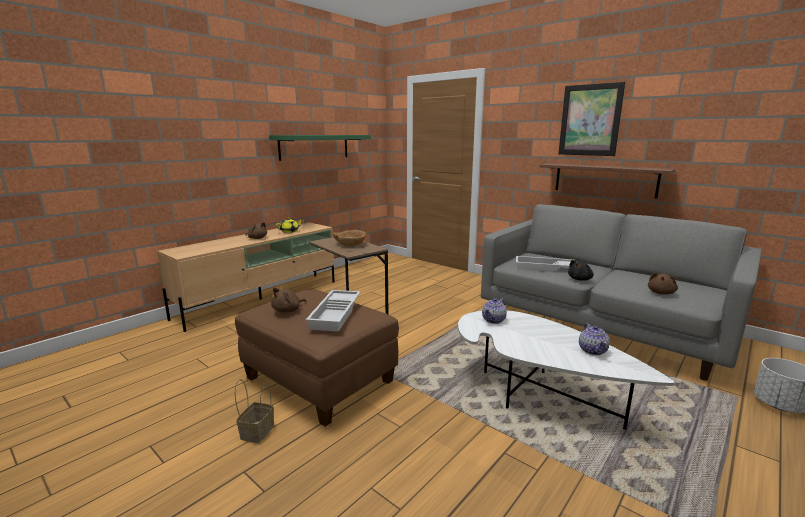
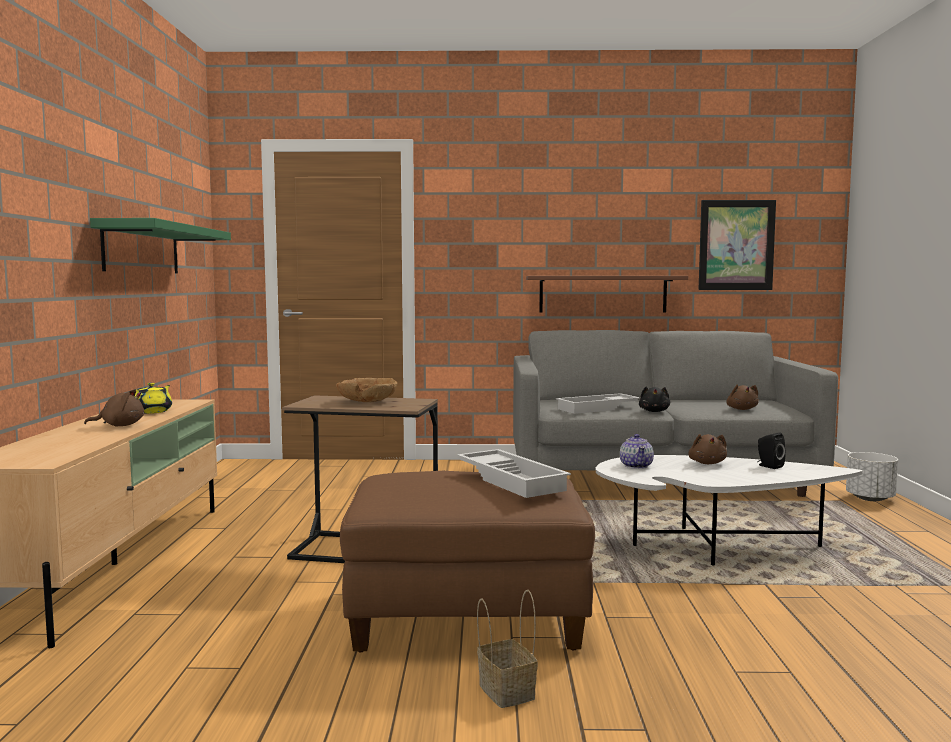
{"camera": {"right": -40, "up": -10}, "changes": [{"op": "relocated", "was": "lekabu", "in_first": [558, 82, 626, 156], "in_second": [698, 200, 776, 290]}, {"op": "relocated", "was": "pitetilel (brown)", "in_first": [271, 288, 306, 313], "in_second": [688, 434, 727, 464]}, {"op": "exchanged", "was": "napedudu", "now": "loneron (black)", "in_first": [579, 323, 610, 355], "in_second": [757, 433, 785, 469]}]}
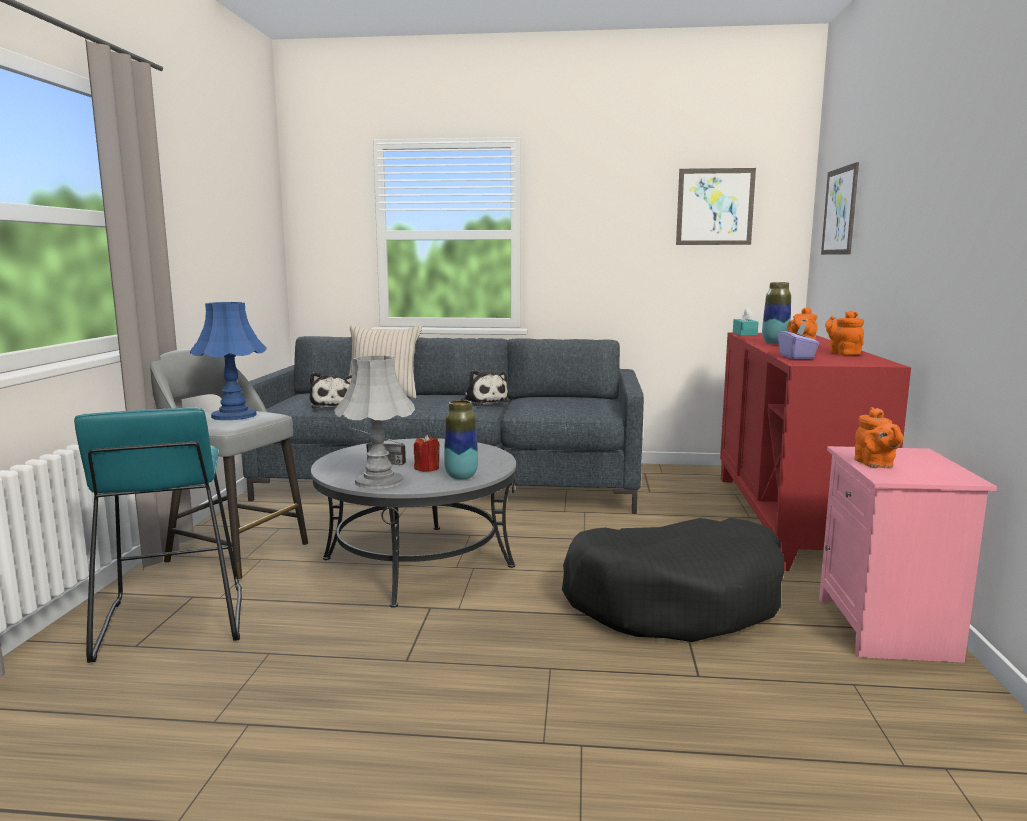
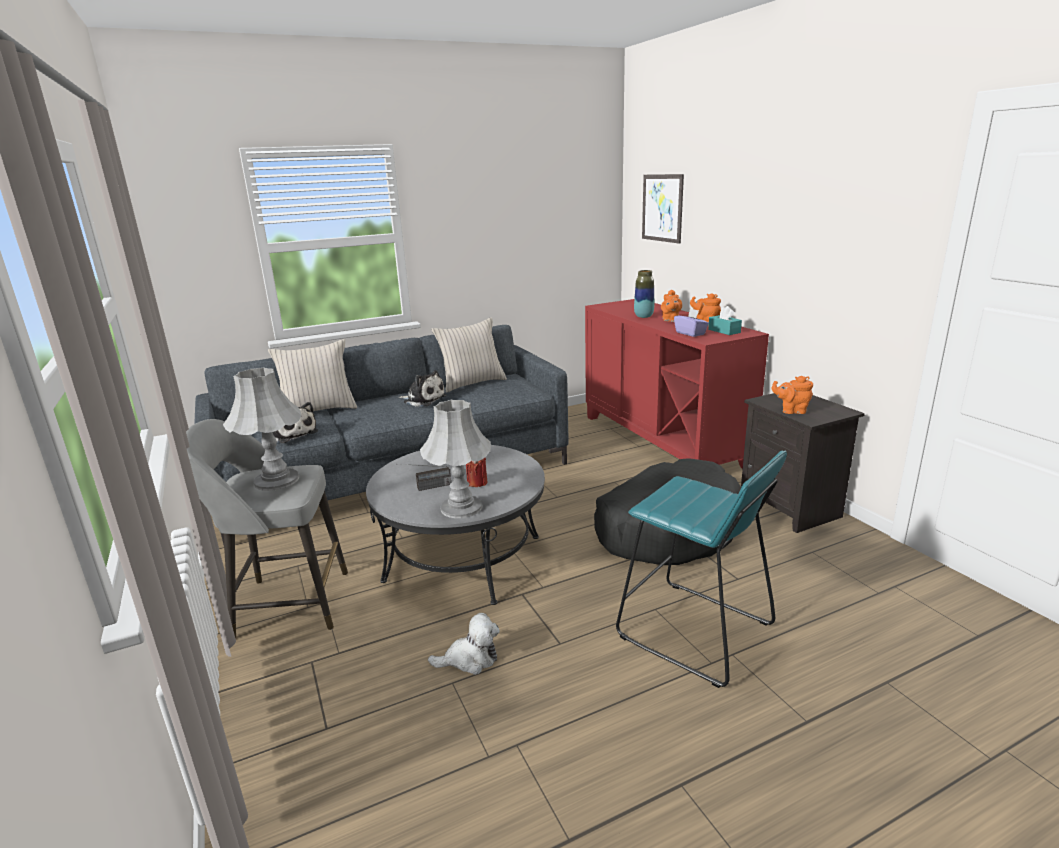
{"camera": {"right": -30, "up": 10}, "changes": [{"op": "missing", "was": "lekabu", "in_first": [676, 168, 756, 245]}, {"op": "colour", "was": "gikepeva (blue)", "now": "gikepeva (grey)", "in_first": [190, 302, 267, 420], "in_second": [223, 367, 302, 491]}, {"op": "relocated", "was": "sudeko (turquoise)", "in_first": [733, 307, 759, 336], "in_second": [708, 306, 742, 335]}, {"op": "missing", "was": "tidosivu", "in_first": [444, 400, 478, 480]}, {"op": "relocated", "was": "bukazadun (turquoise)", "in_first": [74, 407, 242, 663], "in_second": [616, 451, 787, 688]}, {"op": "spun", "was": "napedudu (orange)", "in_first": [854, 407, 903, 469], "in_second": [772, 376, 813, 414], "clockwise": 135}, {"op": "colour", "was": "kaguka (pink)", "now": "kaguka (black)", "in_first": [819, 446, 997, 663], "in_second": [741, 393, 865, 533]}, {"op": "appeared", "now": "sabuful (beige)", "in_second": [431, 317, 507, 393]}, {"op": "appeared", "now": "pitetilel", "in_second": [428, 613, 500, 675]}]}
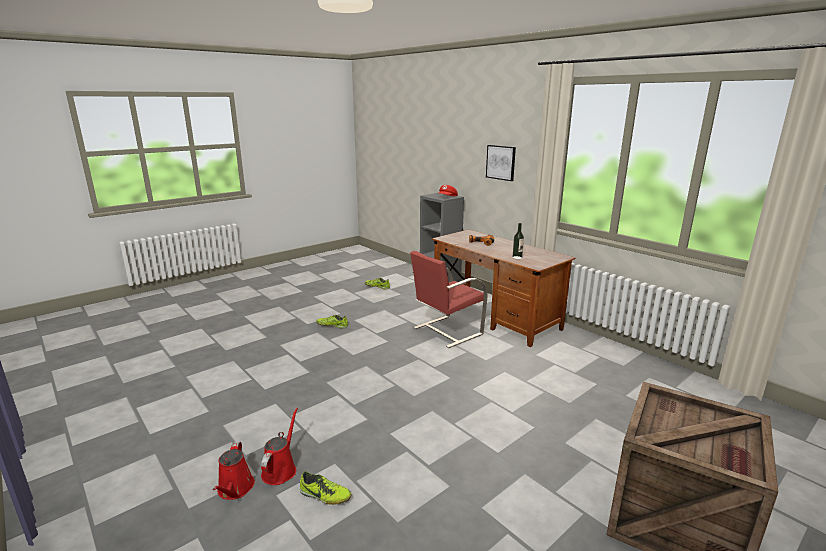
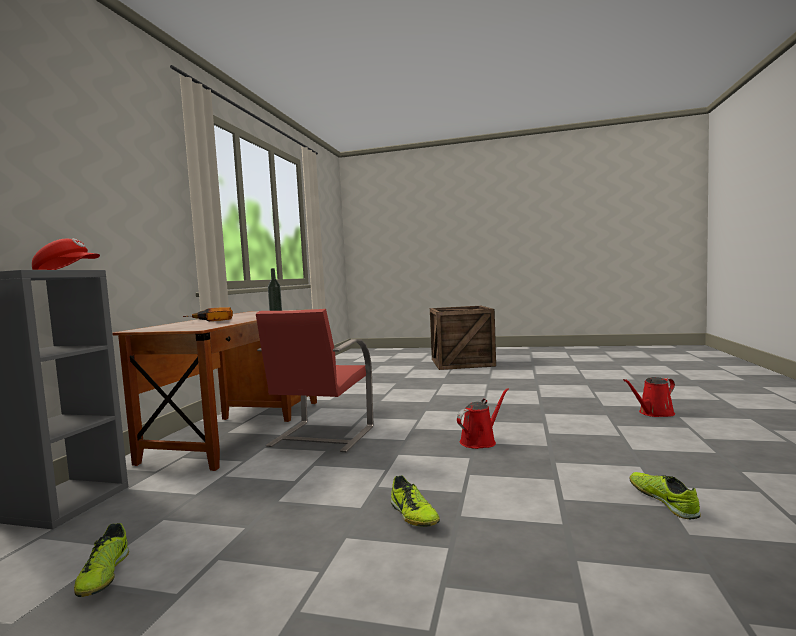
{"camera": {"right": -125, "up": -15}, "changes": [{"op": "missing", "was": "lekabu", "in_first": [486, 145, 516, 181]}, {"op": "spun", "was": "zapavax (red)", "in_first": [410, 251, 488, 348], "in_second": [256, 309, 373, 452], "clockwise": 90}, {"op": "relocated", "was": "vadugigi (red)", "in_first": [213, 442, 255, 500], "in_second": [457, 388, 509, 449]}, {"op": "relocated", "was": "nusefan", "in_first": [300, 471, 351, 505], "in_second": [630, 472, 701, 519]}]}
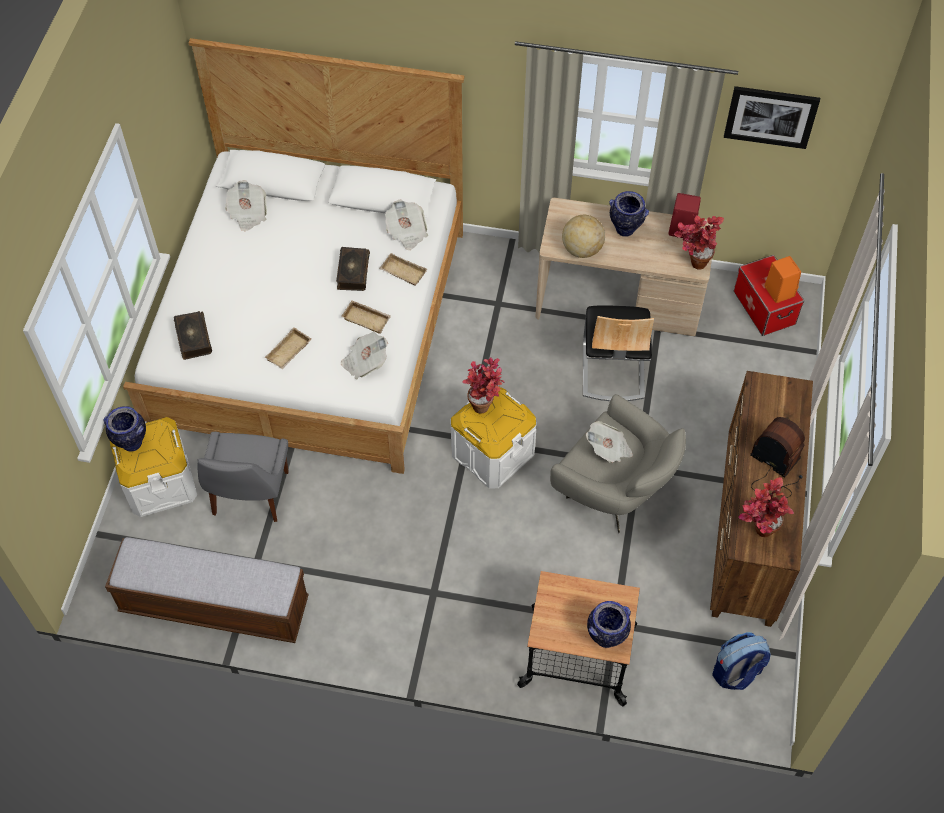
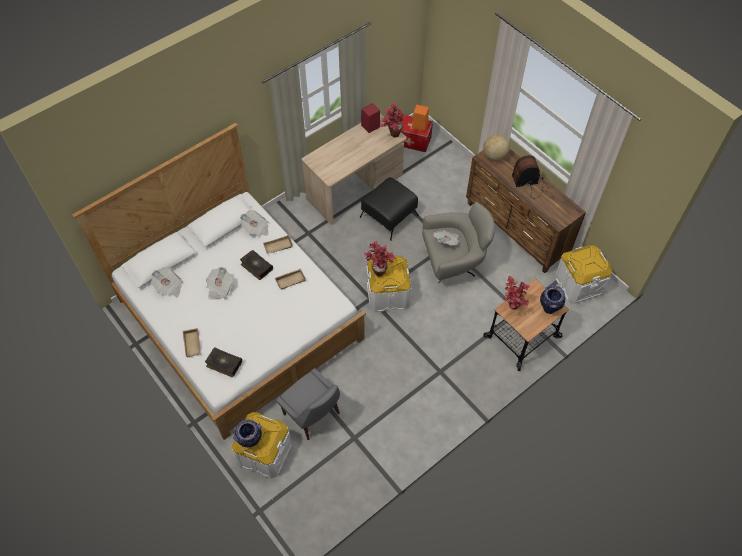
{"camera": {"right": -50, "up": 0}, "changes": [{"op": "missing", "was": "lekabu", "in_first": [724, 86, 820, 149]}, {"op": "missing", "was": "tidosivu", "in_first": [609, 191, 649, 237]}, {"op": "relocated", "was": "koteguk", "in_first": [562, 215, 605, 258], "in_second": [483, 134, 510, 161]}, {"op": "exchanged", "was": "zapavax", "now": "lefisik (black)", "in_first": [583, 305, 654, 401], "in_second": [360, 177, 419, 241]}, {"op": "relocated", "was": "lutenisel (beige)", "in_first": [265, 327, 311, 369], "in_second": [182, 328, 201, 358]}, {"op": "relocated", "was": "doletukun", "in_first": [341, 332, 388, 380], "in_second": [206, 267, 234, 300]}, {"op": "relocated", "was": "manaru", "in_first": [739, 477, 794, 537], "in_second": [503, 276, 530, 310]}, {"op": "missing", "was": "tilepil", "in_first": [105, 537, 309, 643]}, {"op": "exchanged", "was": "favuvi", "now": "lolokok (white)", "in_first": [712, 632, 771, 690], "in_second": [555, 244, 612, 304]}]}
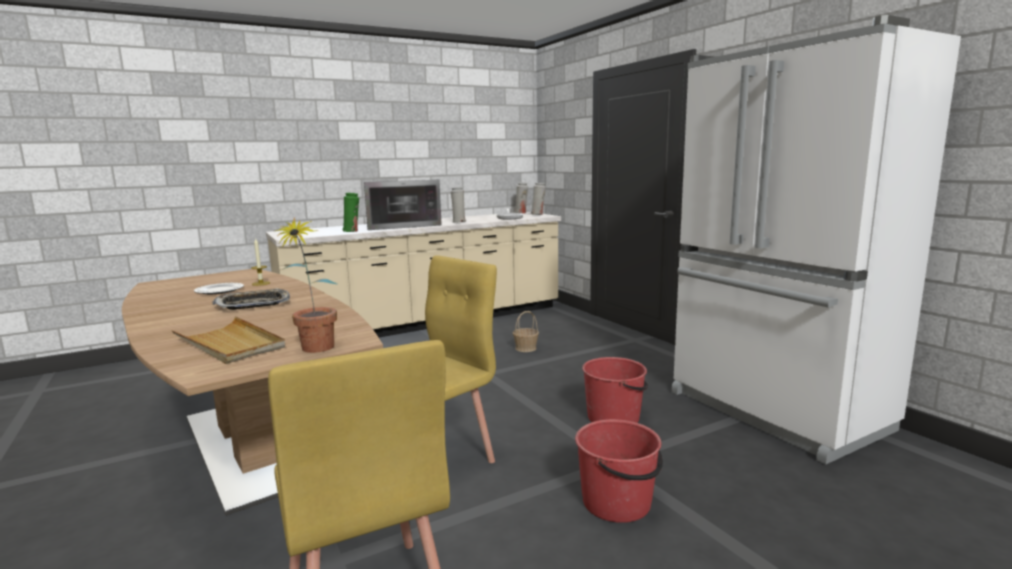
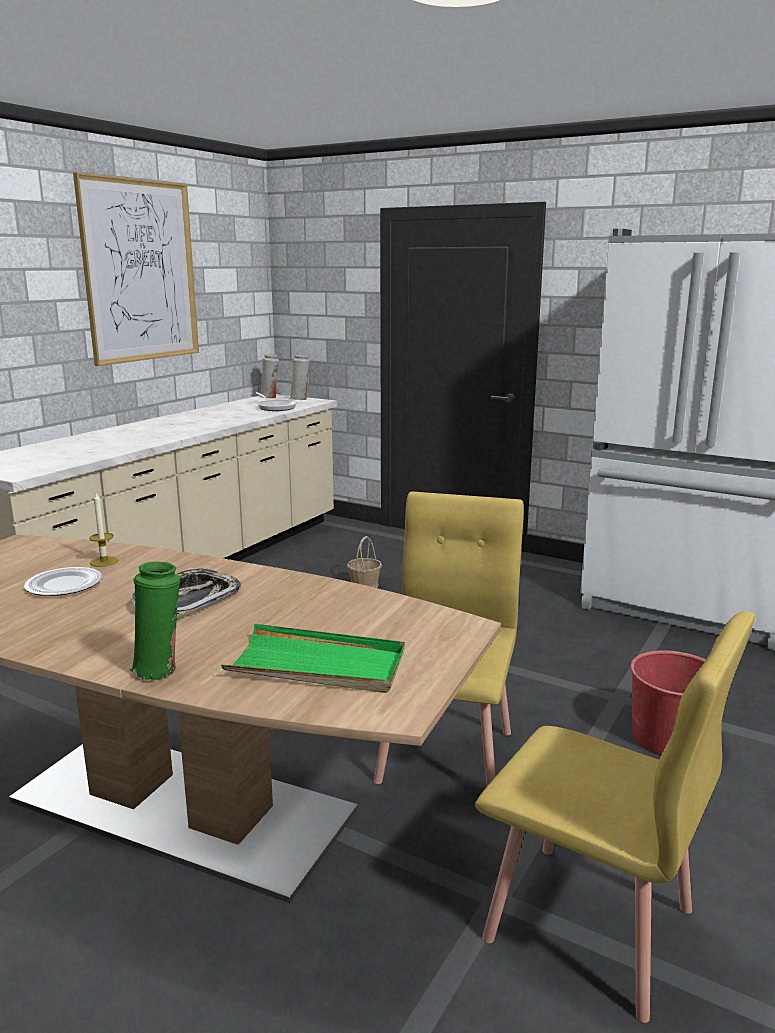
{"camera": {"right": -30, "up": 5}, "changes": [{"op": "missing", "was": "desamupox", "in_first": [364, 180, 442, 230]}, {"op": "missing", "was": "tidosivu (white)", "in_first": [450, 187, 466, 223]}, {"op": "relocated", "was": "tidosivu (green)", "in_first": [343, 193, 359, 232], "in_second": [130, 561, 180, 680]}, {"op": "missing", "was": "manaru", "in_first": [276, 217, 338, 353]}, {"op": "colour", "was": "lutenisel (beige)", "now": "lutenisel (green)", "in_first": [172, 316, 285, 364], "in_second": [221, 624, 405, 693]}, {"op": "missing", "was": "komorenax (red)", "in_first": [582, 357, 648, 423]}, {"op": "appeared", "now": "lekabu", "in_second": [73, 172, 199, 366]}]}
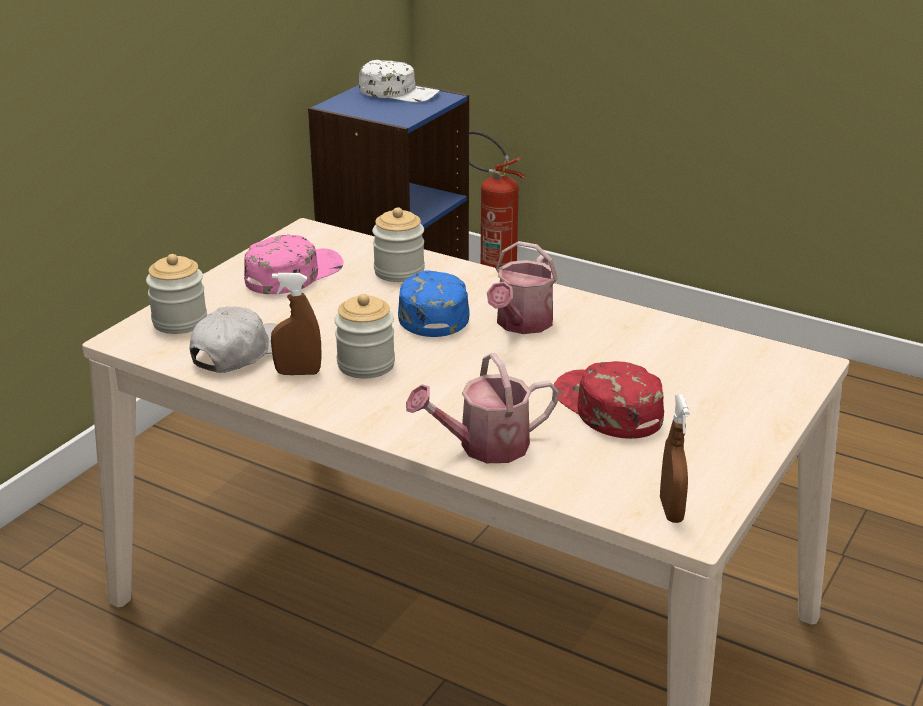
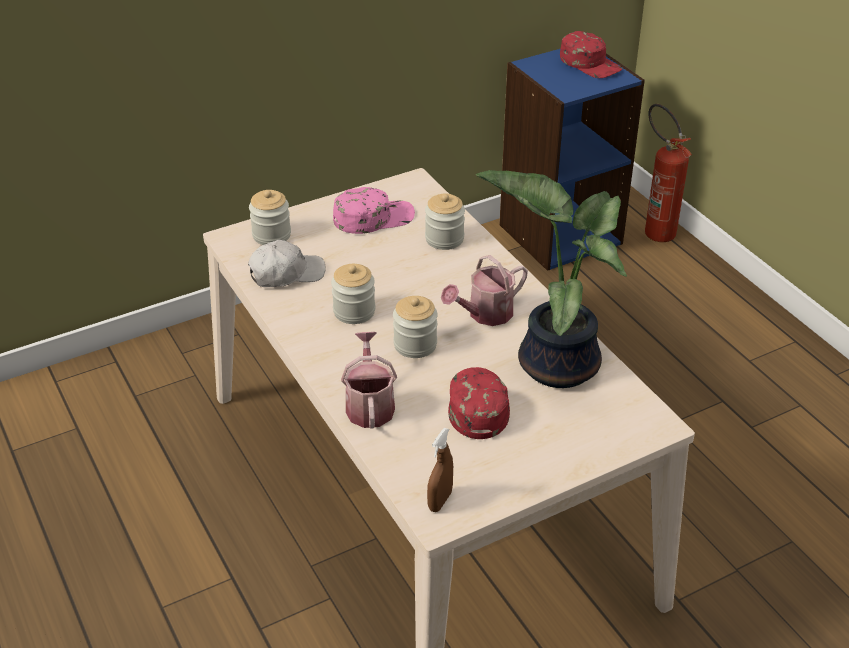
{"camera": {"right": 30, "up": 10}, "changes": [{"op": "colour", "was": "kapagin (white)", "now": "kapagin (red)", "in_first": [359, 60, 439, 102], "in_second": [560, 31, 622, 78]}, {"op": "missing", "was": "kapagin (blue)", "in_first": [398, 270, 469, 337]}, {"op": "missing", "was": "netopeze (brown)", "in_first": [271, 273, 322, 375]}, {"op": "spun", "was": "vadugigi", "in_first": [406, 353, 559, 463], "in_second": [341, 332, 397, 429], "clockwise": 75}, {"op": "appeared", "now": "manaru", "in_second": [476, 170, 627, 388]}, {"op": "appeared", "now": "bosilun", "in_second": [393, 296, 438, 358]}]}
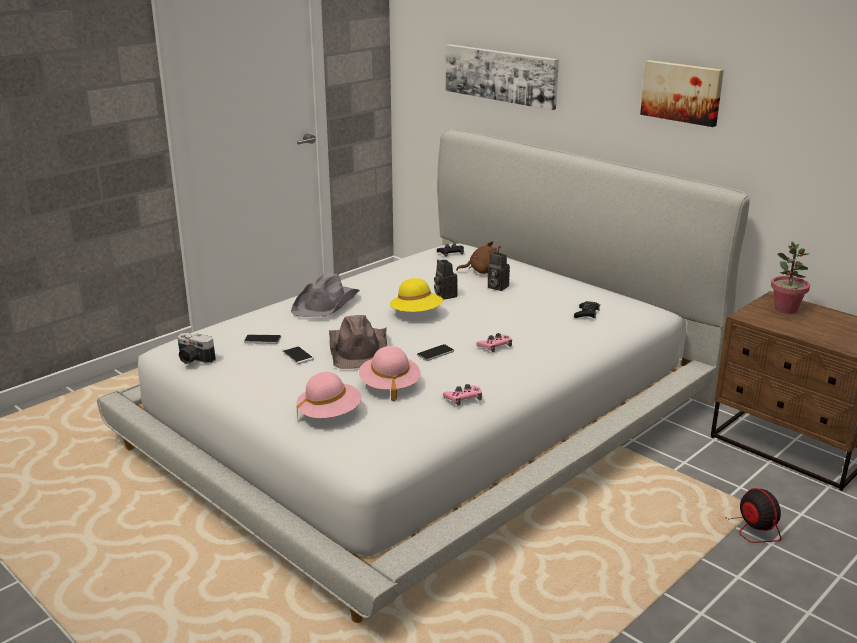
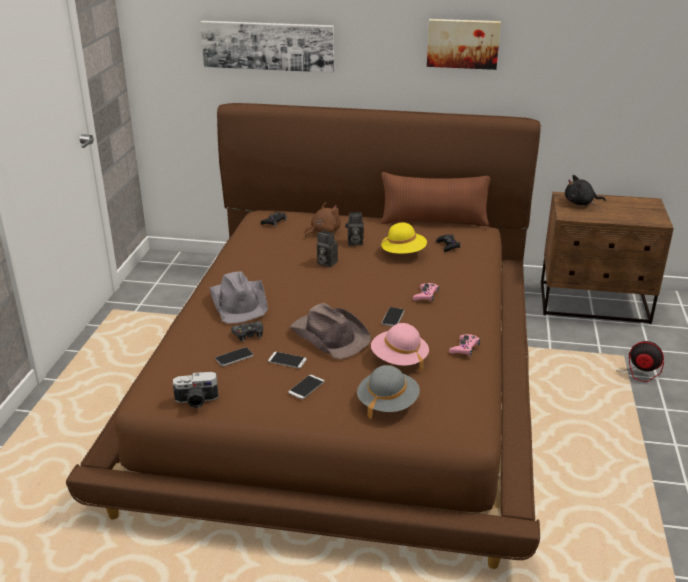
{"camera": {"right": -35, "up": 5}, "changes": [{"op": "colour", "was": "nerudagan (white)", "now": "nerudagan (brown)", "in_first": [97, 130, 750, 623], "in_second": [66, 103, 541, 569]}, {"op": "exchanged", "was": "manaru", "now": "pitetilel (black)", "in_first": [771, 241, 810, 314], "in_second": [565, 175, 606, 205]}, {"op": "relocated", "was": "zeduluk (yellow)", "in_first": [390, 278, 443, 312], "in_second": [381, 223, 427, 254]}, {"op": "colour", "was": "zeduluk (pink)", "now": "zeduluk (grey)", "in_first": [296, 372, 362, 418], "in_second": [357, 365, 420, 420]}, {"op": "appeared", "now": "sabuful (brown)", "in_second": [381, 172, 491, 226]}, {"op": "appeared", "now": "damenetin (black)", "in_second": [231, 321, 263, 341]}, {"op": "appeared", "now": "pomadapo", "in_second": [288, 375, 324, 399]}]}
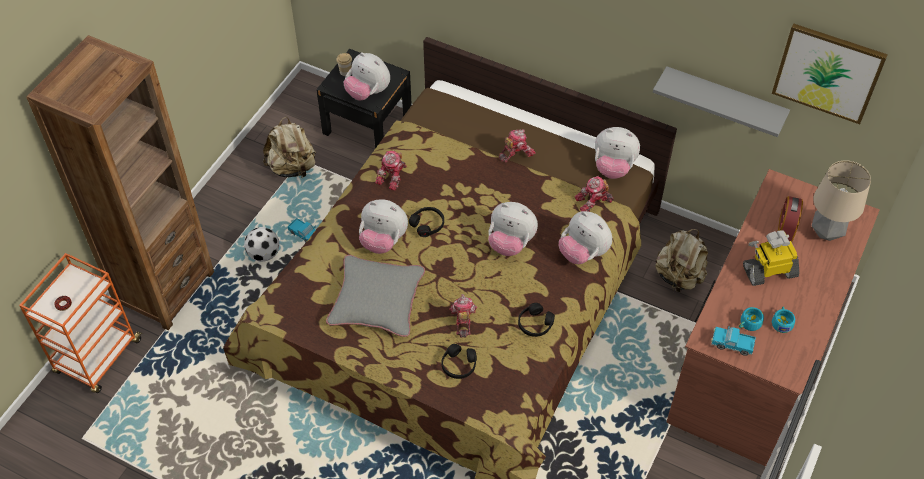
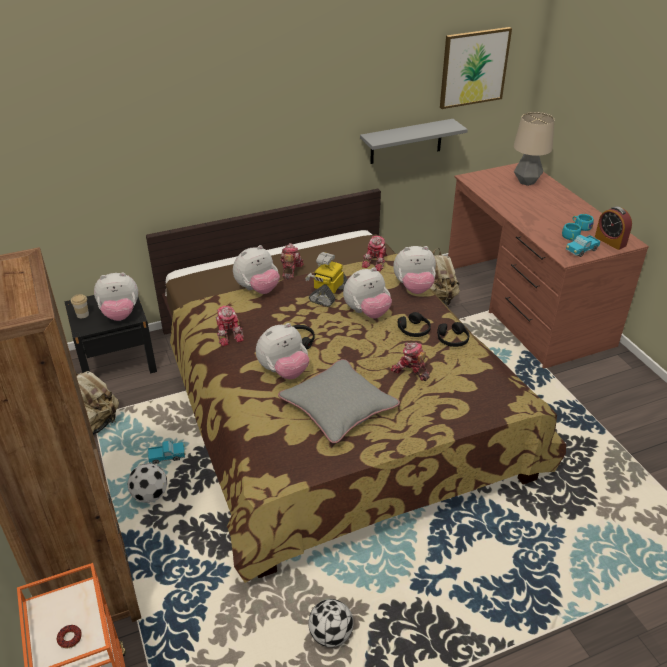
{"camera": {"right": -50, "up": -15}, "changes": [{"op": "relocated", "was": "pitetilel", "in_first": [595, 127, 640, 179], "in_second": [233, 245, 280, 294]}, {"op": "relocated", "was": "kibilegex", "in_first": [778, 196, 803, 242], "in_second": [595, 206, 632, 250]}, {"op": "relocated", "was": "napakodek", "in_first": [743, 231, 799, 286], "in_second": [305, 252, 348, 307]}, {"op": "relocated", "was": "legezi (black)", "in_first": [441, 344, 477, 379], "in_second": [398, 312, 431, 337]}, {"op": "appeared", "now": "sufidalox", "in_second": [308, 599, 353, 647]}]}
